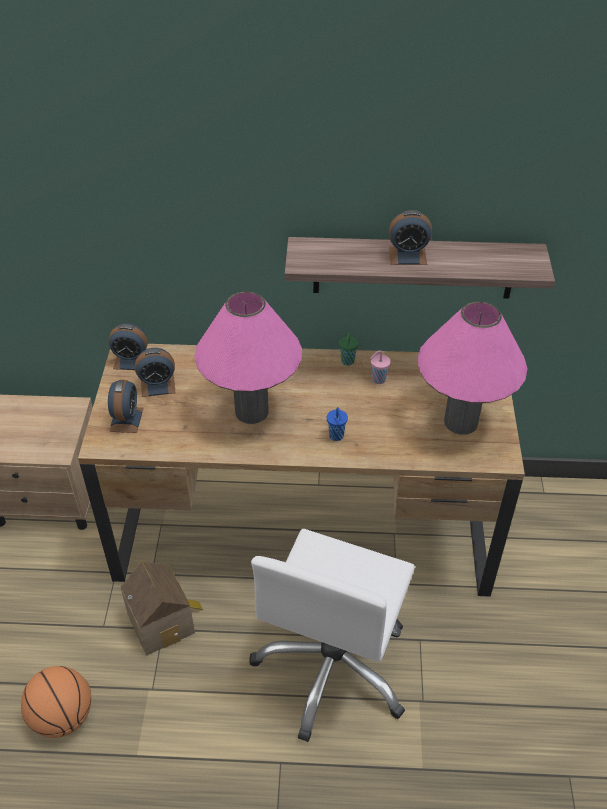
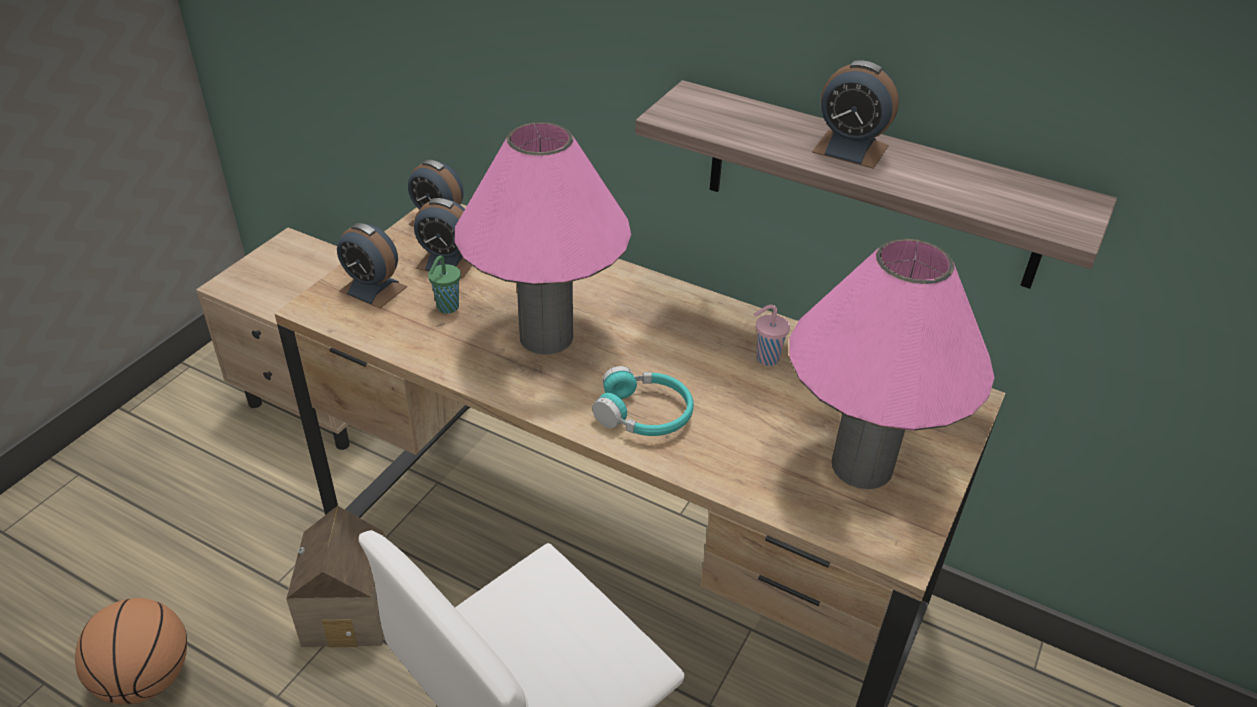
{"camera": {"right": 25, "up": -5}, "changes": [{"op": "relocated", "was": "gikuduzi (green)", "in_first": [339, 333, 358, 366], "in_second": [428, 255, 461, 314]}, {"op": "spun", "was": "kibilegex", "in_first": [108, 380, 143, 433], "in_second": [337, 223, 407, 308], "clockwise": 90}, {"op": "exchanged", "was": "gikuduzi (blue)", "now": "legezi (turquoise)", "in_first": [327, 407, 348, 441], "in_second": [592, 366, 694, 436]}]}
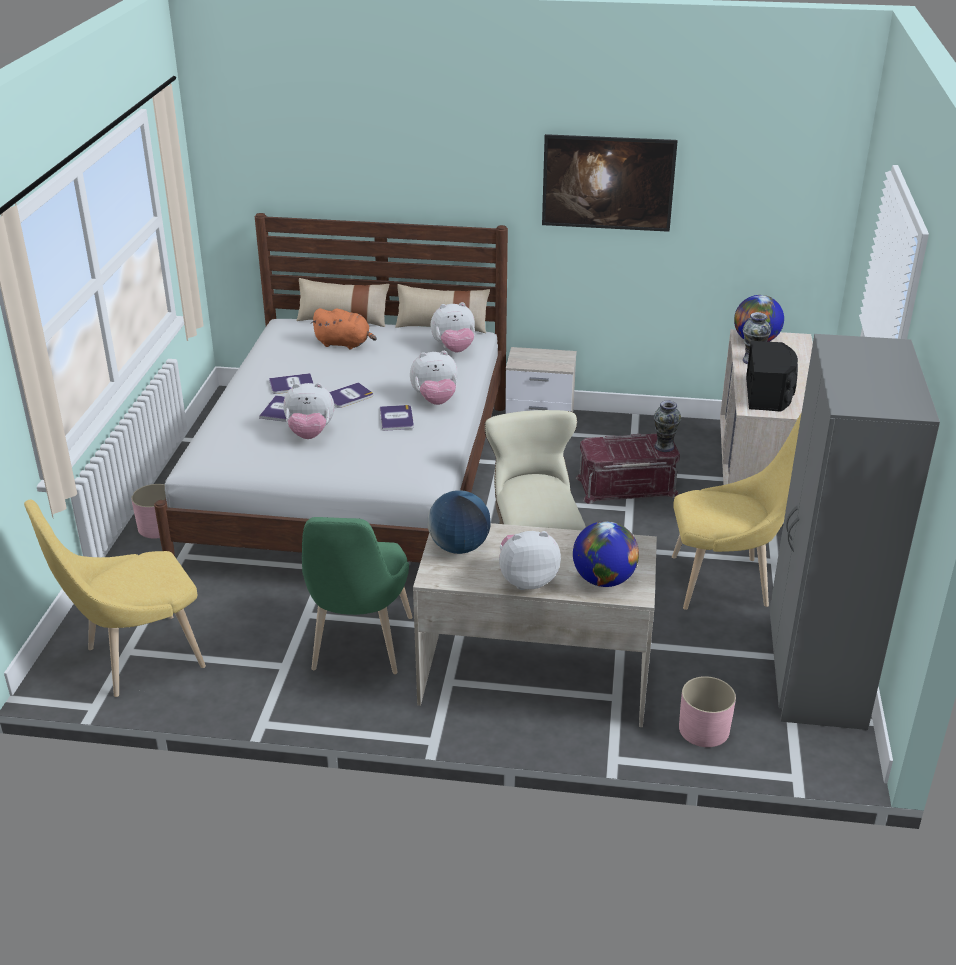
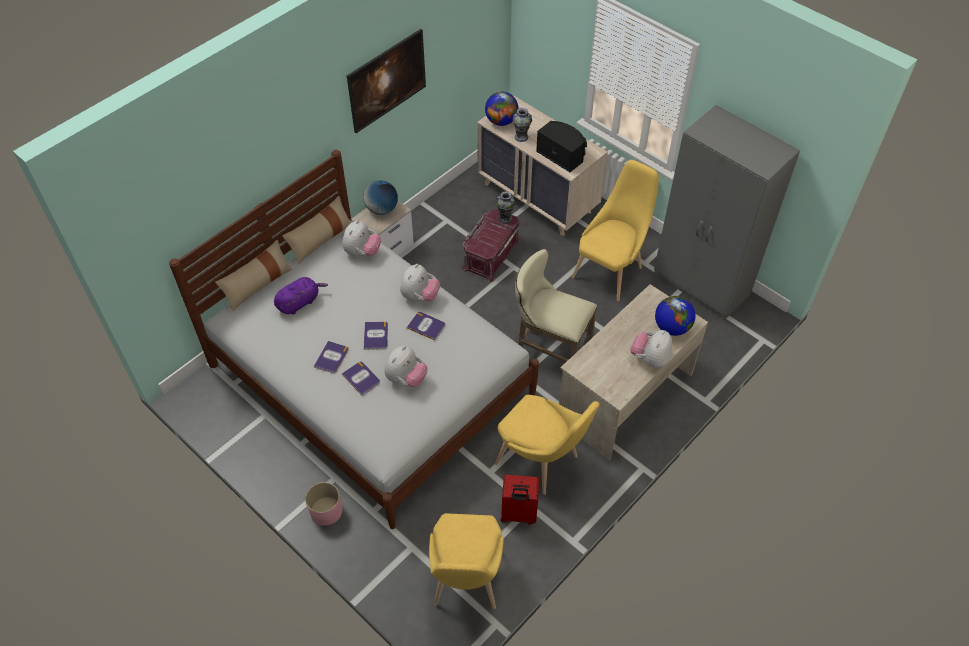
{"camera": {"right": -55, "up": 20}, "changes": [{"op": "colour", "was": "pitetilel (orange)", "now": "pitetilel (purple)", "in_first": [311, 308, 377, 350], "in_second": [274, 277, 328, 315]}, {"op": "relocated", "was": "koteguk", "in_first": [428, 490, 491, 554], "in_second": [363, 180, 398, 215]}, {"op": "colour", "was": "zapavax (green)", "now": "zapavax (yellow)", "in_first": [302, 517, 413, 674], "in_second": [495, 395, 600, 495]}, {"op": "missing", "was": "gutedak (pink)", "in_first": [679, 676, 736, 747]}, {"op": "appeared", "now": "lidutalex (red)", "in_second": [501, 475, 539, 524]}]}
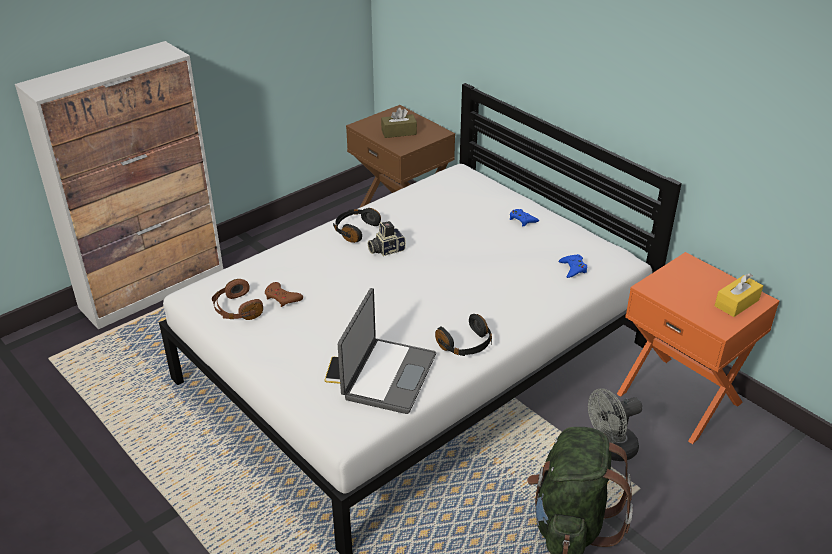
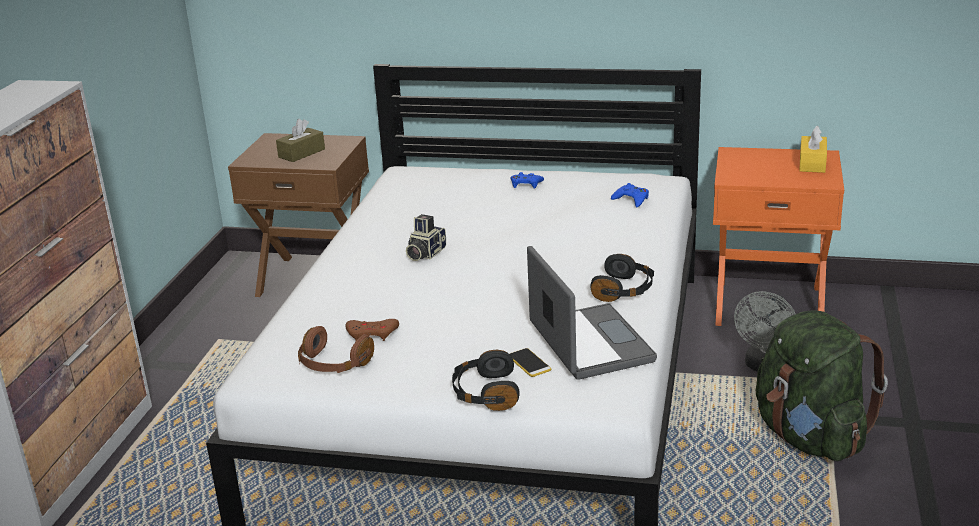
{"camera": {"right": -35, "up": -10}, "changes": [{"op": "relocated", "was": "legezi (black)", "in_first": [333, 208, 381, 243], "in_second": [452, 350, 520, 411]}]}
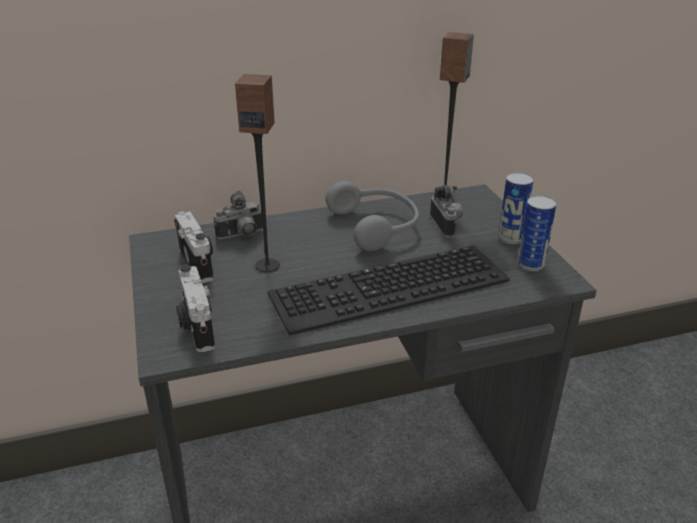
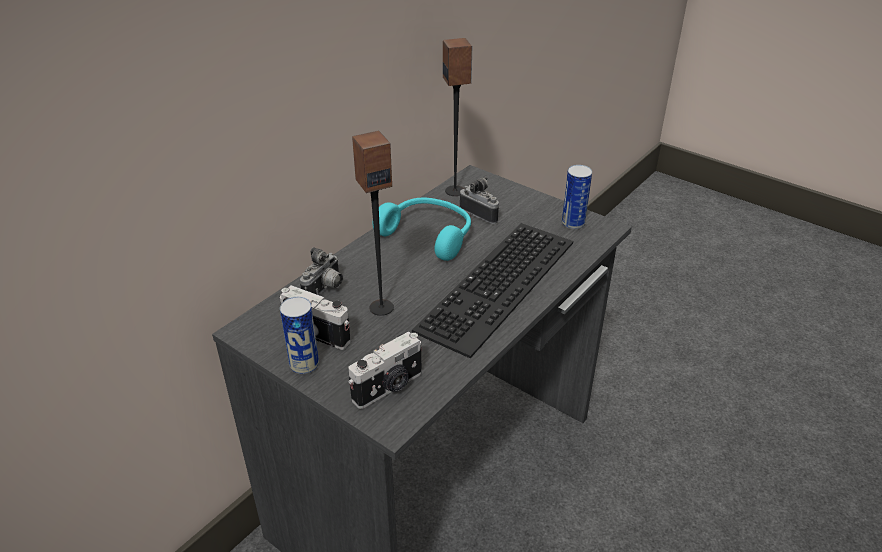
{"camera": {"right": -35, "up": 5}, "changes": [{"op": "relocated", "was": "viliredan", "in_first": [498, 172, 534, 244], "in_second": [280, 297, 319, 374]}, {"op": "colour", "was": "legezi (grey)", "now": "legezi (turquoise)", "in_first": [325, 181, 419, 251], "in_second": [372, 198, 471, 261]}, {"op": "spun", "was": "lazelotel", "in_first": [176, 265, 215, 352], "in_second": [348, 331, 422, 409], "clockwise": -75}]}
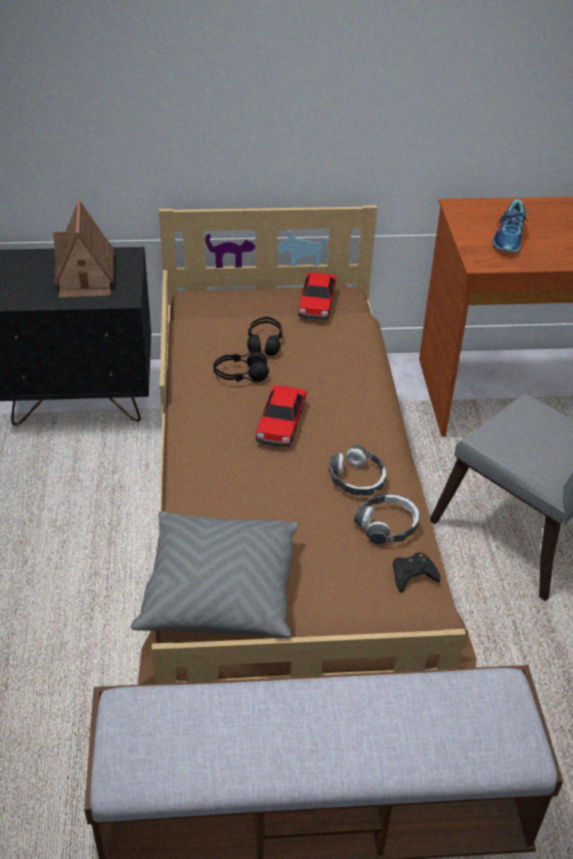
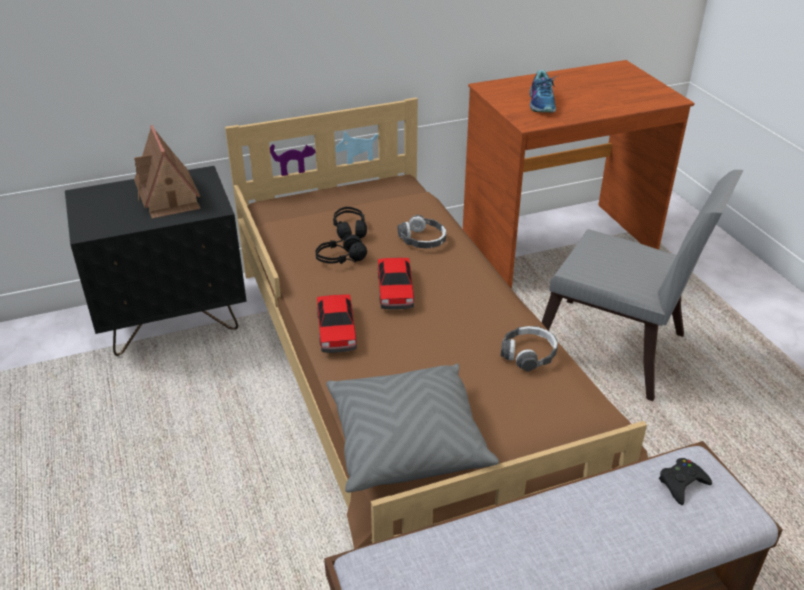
{"camera": {"right": -15, "up": -5}, "changes": [{"op": "relocated", "was": "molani", "in_first": [298, 272, 336, 320], "in_second": [317, 295, 357, 353]}, {"op": "relocated", "was": "legezi", "in_first": [329, 445, 387, 495], "in_second": [398, 214, 446, 249]}, {"op": "relocated", "was": "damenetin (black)", "in_first": [393, 552, 441, 593], "in_second": [659, 458, 712, 505]}]}
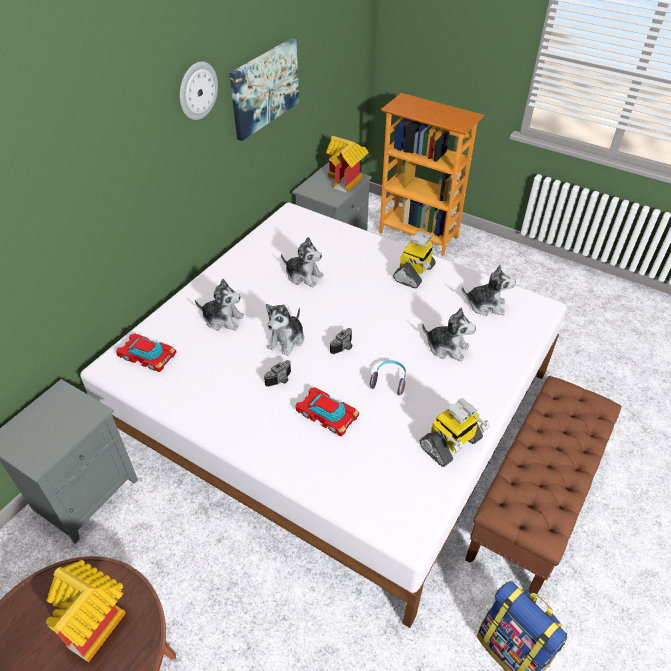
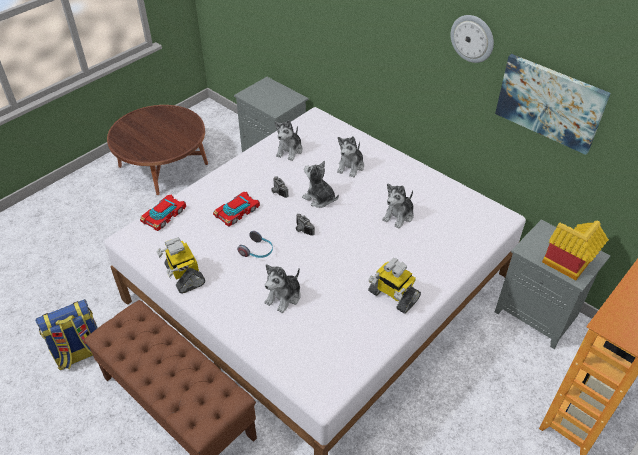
{"camera": {"right": 100, "up": 0}, "changes": [{"op": "relocated", "was": "pitetilel", "in_first": [462, 264, 516, 316], "in_second": [275, 120, 303, 161]}, {"op": "relocated", "was": "molani", "in_first": [116, 333, 177, 372], "in_second": [140, 195, 186, 231]}, {"op": "missing", "was": "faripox", "in_first": [46, 560, 126, 662]}]}
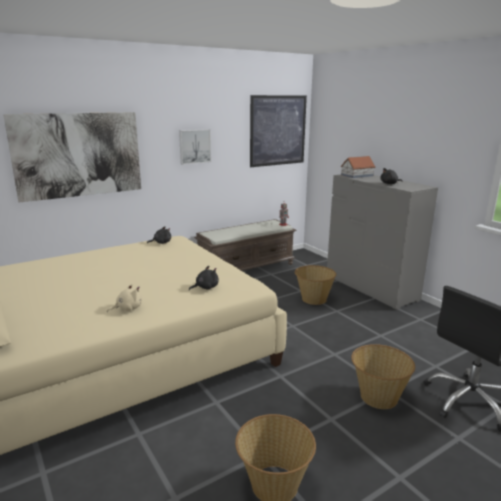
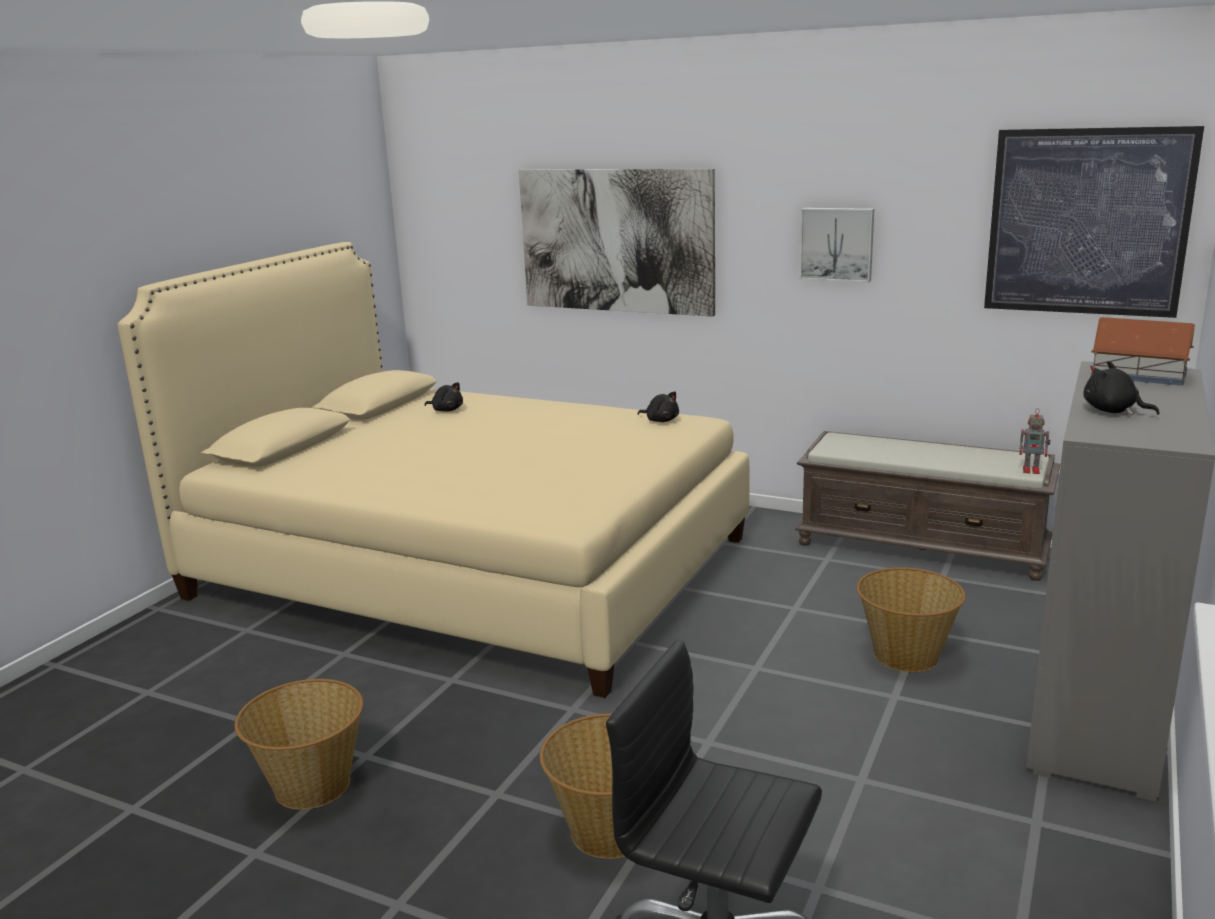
{"camera": {"right": 60, "up": 0}, "changes": [{"op": "relocated", "was": "pitetilel (black)", "in_first": [189, 266, 219, 290], "in_second": [425, 382, 463, 412]}, {"op": "missing", "was": "pitetilel (beige)", "in_first": [107, 284, 142, 312]}]}
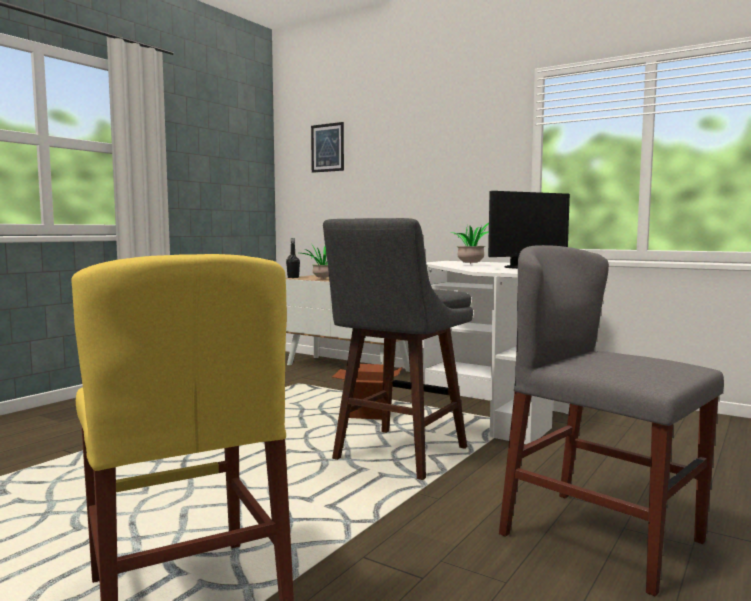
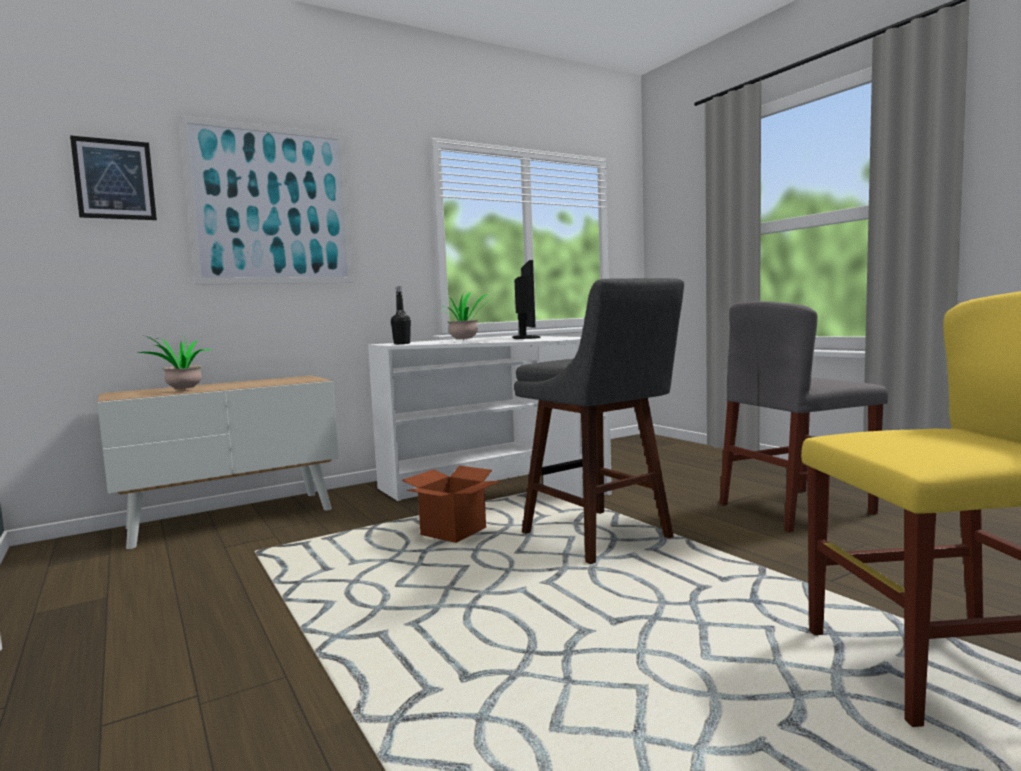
{"camera": {"right": -65, "up": 0}, "changes": [{"op": "relocated", "was": "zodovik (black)", "in_first": [286, 238, 300, 278], "in_second": [391, 287, 411, 344]}, {"op": "appeared", "now": "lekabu", "in_second": [179, 115, 354, 284]}]}
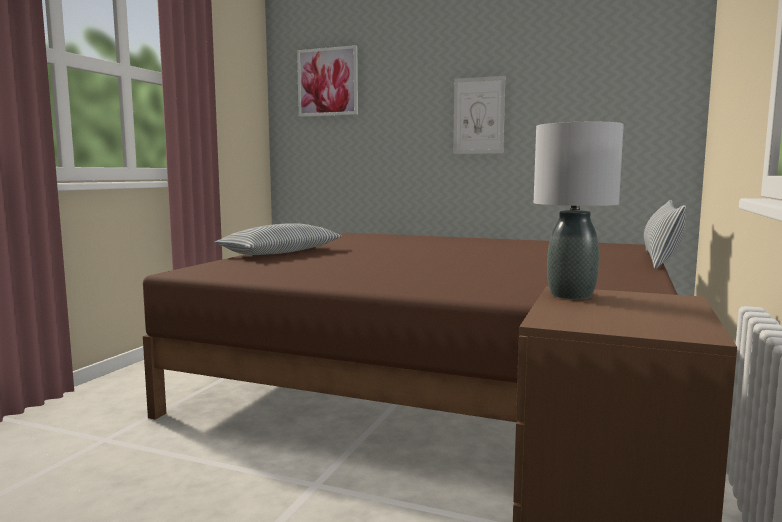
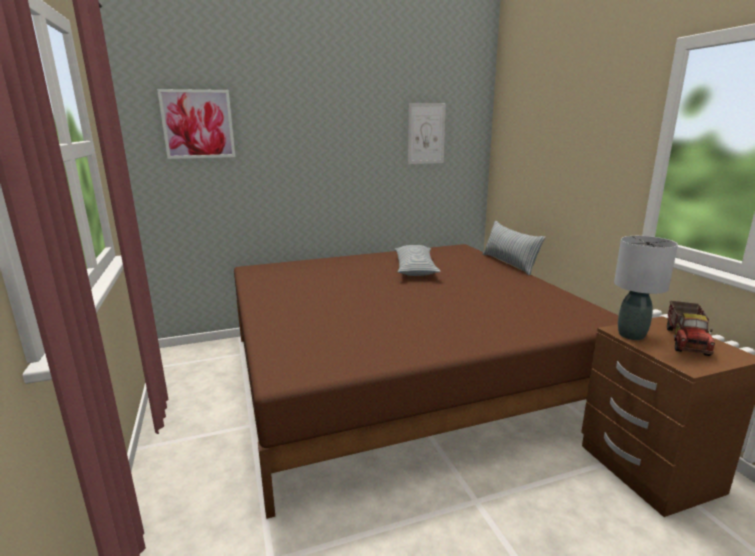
{"camera": {"right": -40, "up": 10}, "changes": [{"op": "relocated", "was": "lekabu", "in_first": [453, 76, 505, 154], "in_second": [408, 103, 446, 164]}, {"op": "relocated", "was": "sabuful", "in_first": [214, 223, 342, 255], "in_second": [394, 245, 441, 276]}, {"op": "appeared", "now": "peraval", "in_second": [667, 301, 715, 356]}]}
